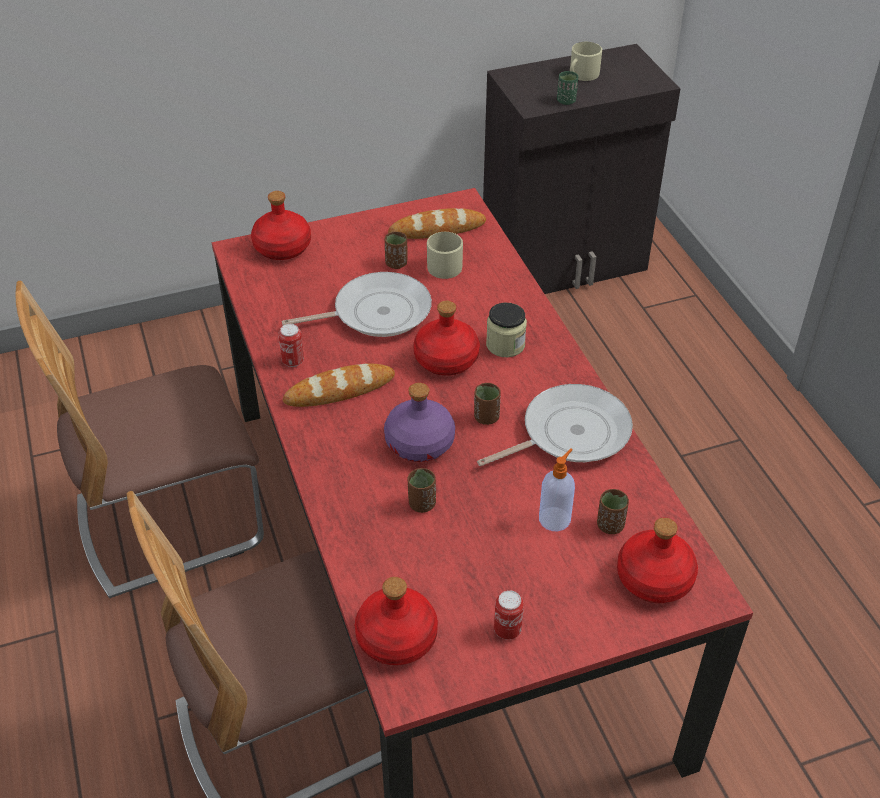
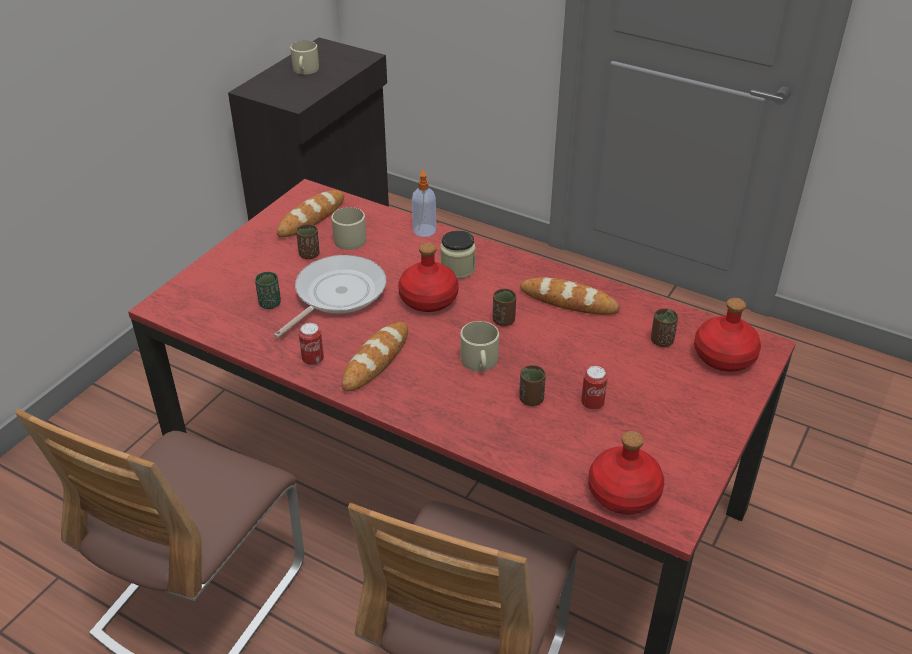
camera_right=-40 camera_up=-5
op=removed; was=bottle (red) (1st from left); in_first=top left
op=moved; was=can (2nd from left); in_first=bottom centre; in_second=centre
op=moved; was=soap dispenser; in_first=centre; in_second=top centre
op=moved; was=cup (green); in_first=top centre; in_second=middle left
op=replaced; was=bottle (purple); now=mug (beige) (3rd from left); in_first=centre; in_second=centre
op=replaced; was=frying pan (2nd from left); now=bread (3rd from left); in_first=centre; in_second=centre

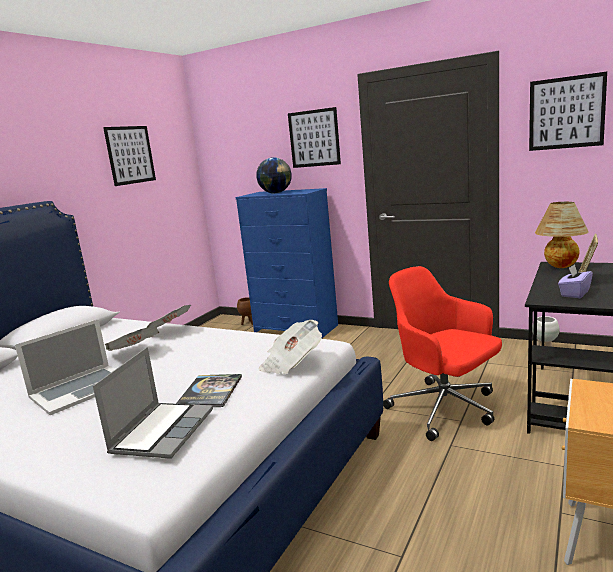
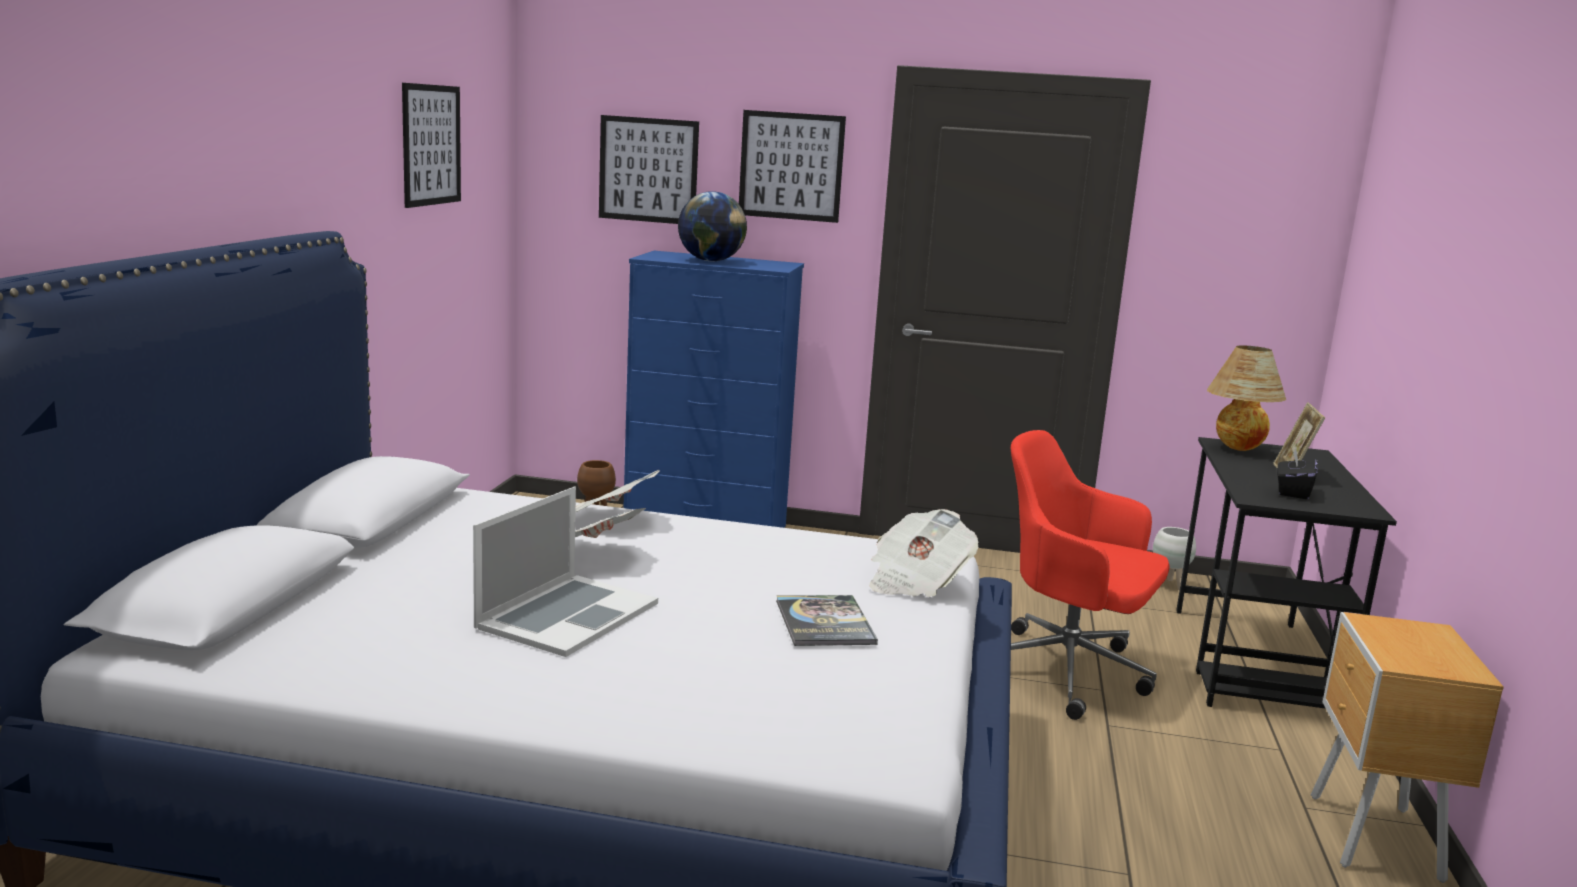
camera_right=-20 camera_up=0
op=removed; was=laptop (2nd from left); in_first=bottom left
op=moved; was=picture (3rd from left in the first image); now=picture (2nd from left); in_first=top right; in_second=top centre
op=recoloured; was=tissue box (purple); now=tissue box (black); in_first=middle right; in_second=middle right

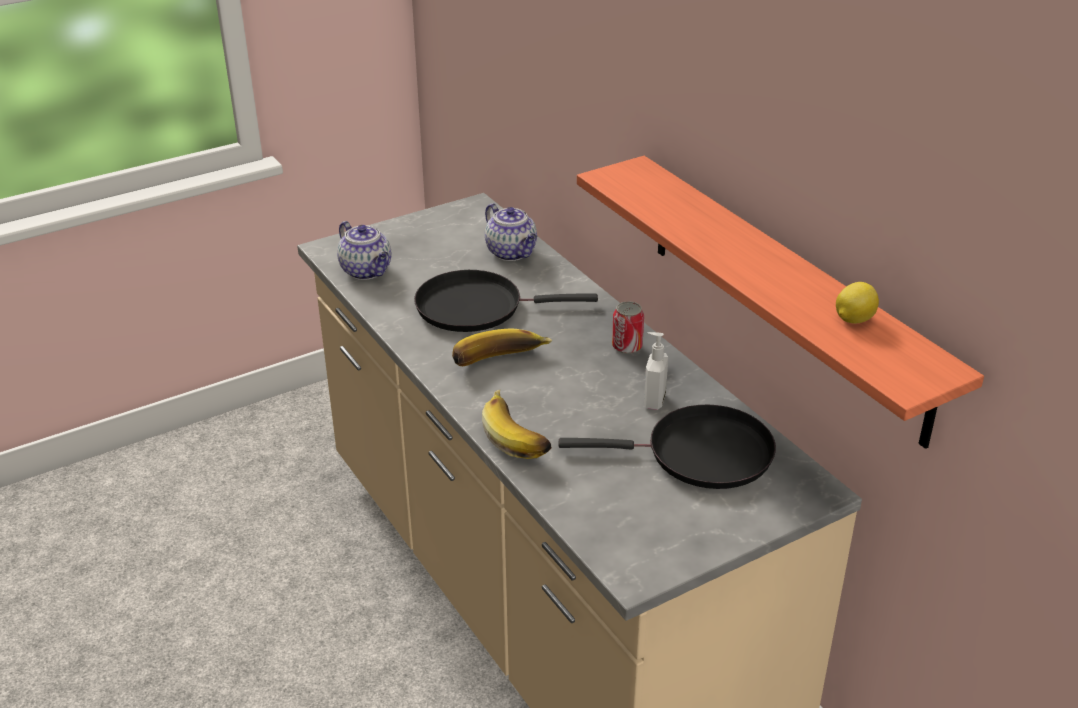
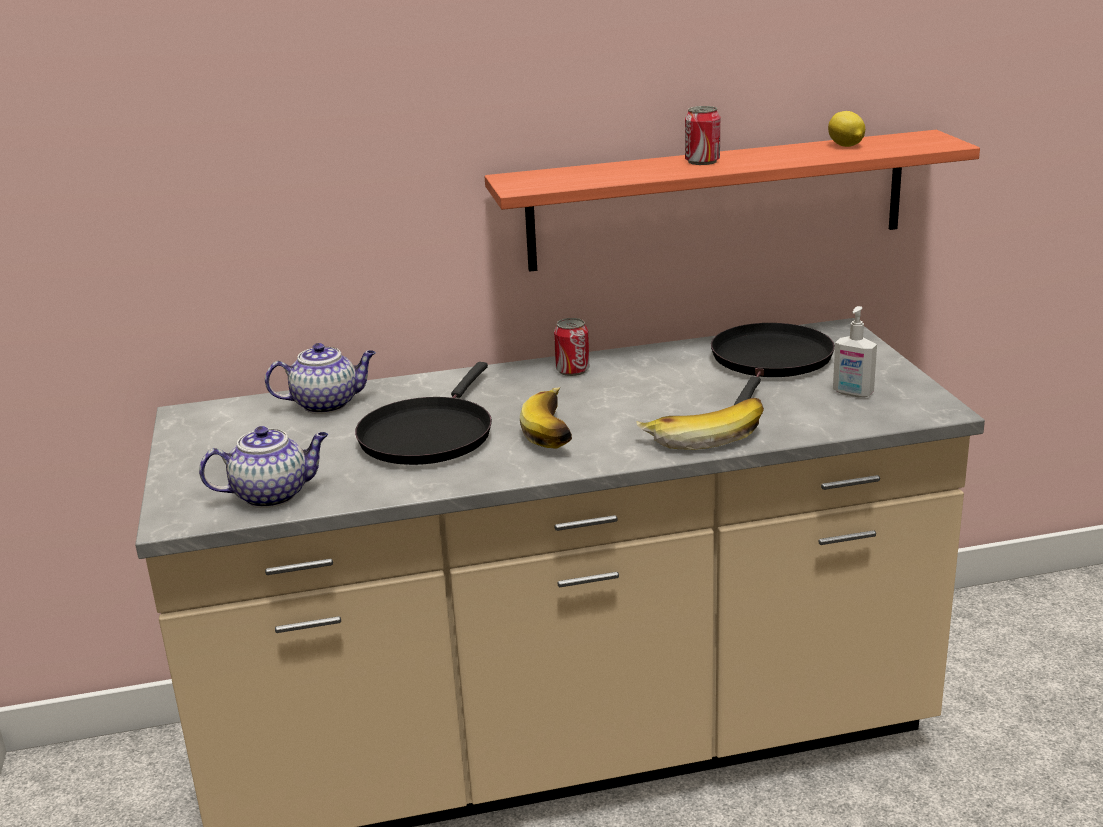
camera_right=-70 camera_up=-10
op=added; now=can (2nd from left); in_second=top centre
op=moved; was=soap dispenser; in_first=centre; in_second=middle right

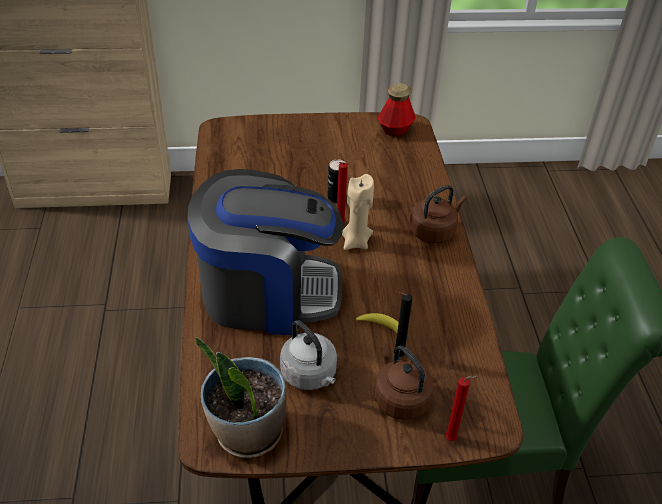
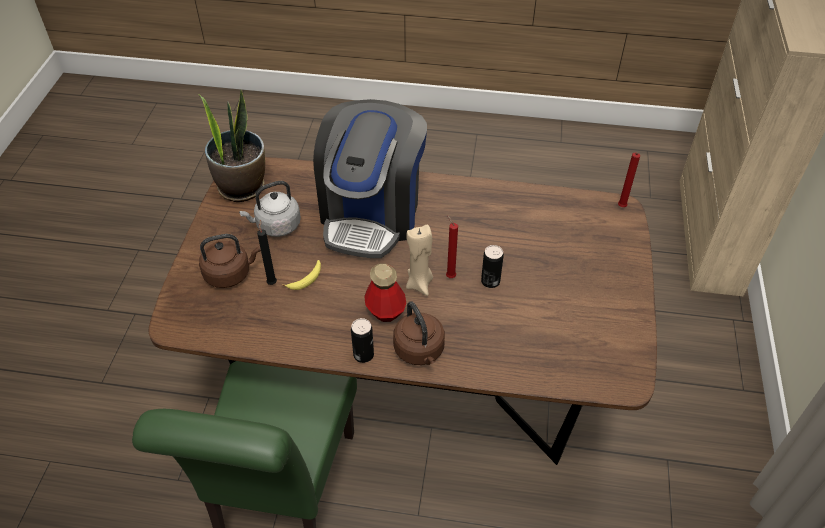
camera_right=105 camera_up=5
op=added; now=can (1st from left); in_second=centre
op=moved; was=bottle; in_first=top centre; in_second=centre
op=moved; was=candle (red) (2nd from left); in_first=bottom right; in_second=middle right

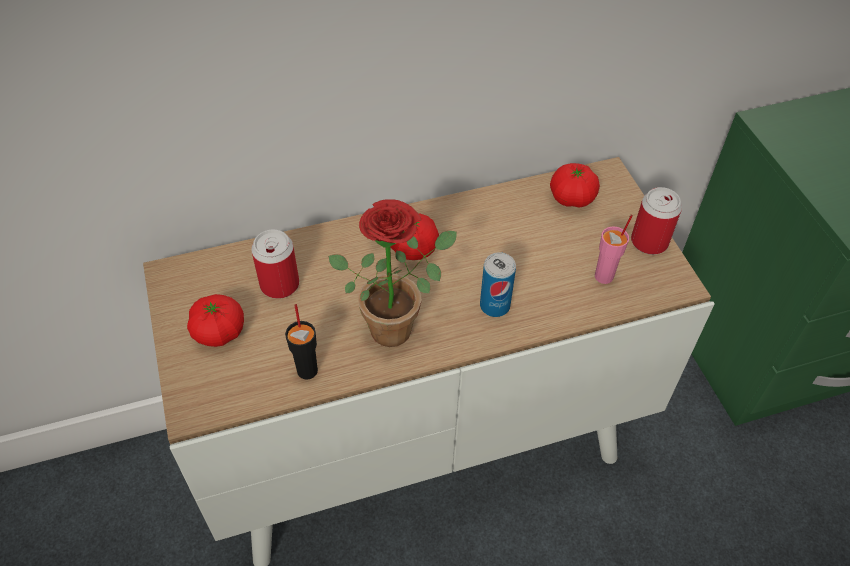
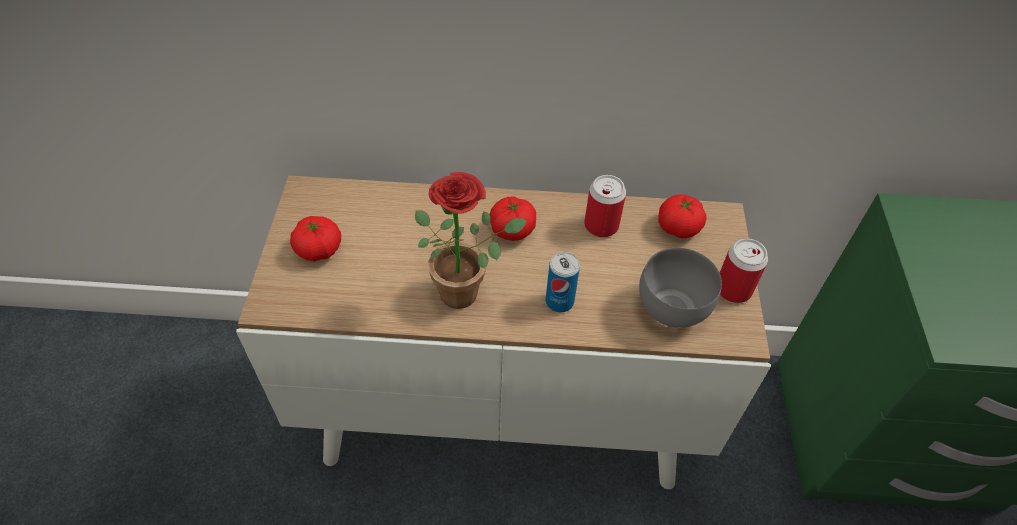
camera_right=20 camera_up=0
op=removed; was=cup (black); in_first=centre
op=moved; was=can (1st from left in the first image); now=can (2nd from left); in_first=middle left; in_second=centre
op=replaced; was=cup (pink); now=bowl (grey); in_first=middle right; in_second=middle right

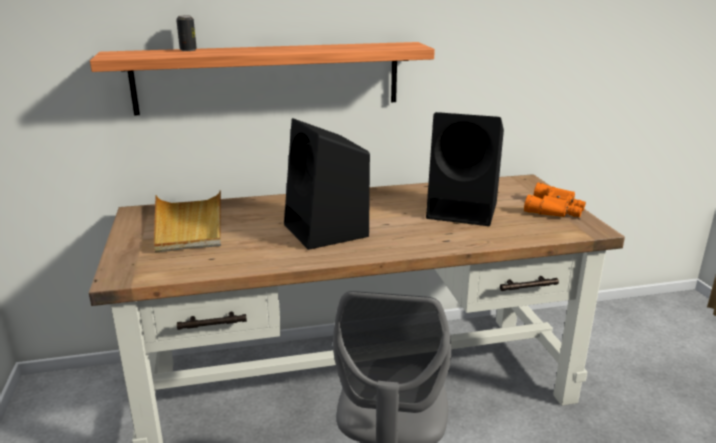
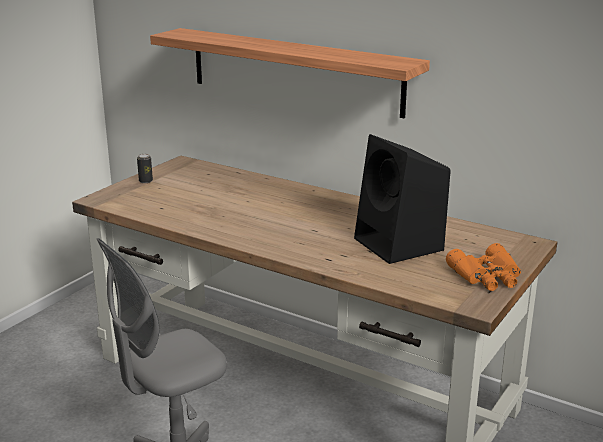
camera_right=45 camera_up=0
op=removed; was=tray (beige); in_first=middle left
op=removed; was=speaker (black) (1st from left); in_first=centre
op=moved; was=can; in_first=top left; in_second=middle left

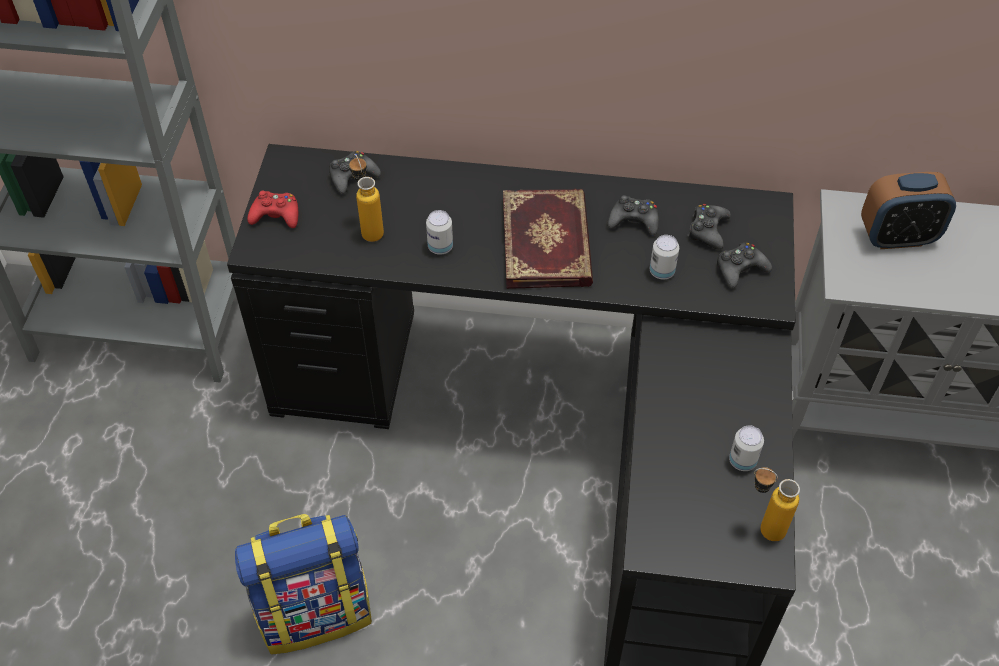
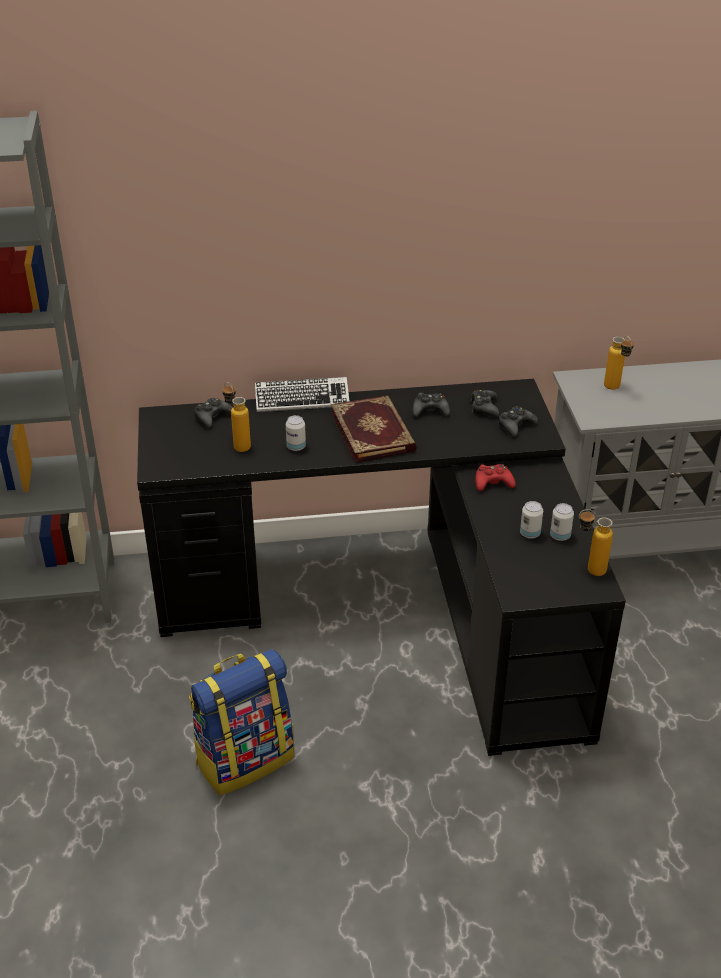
camera_right=-15 camera_up=-15
op=added; now=keyboard; in_second=centre
op=moved; was=game controller (red); in_first=top left; in_second=middle right
op=moved; was=can (2nd from left); in_first=centre; in_second=middle right
op=replaced; was=alarm clock; now=bottle (3rd from left); in_first=top right; in_second=middle right

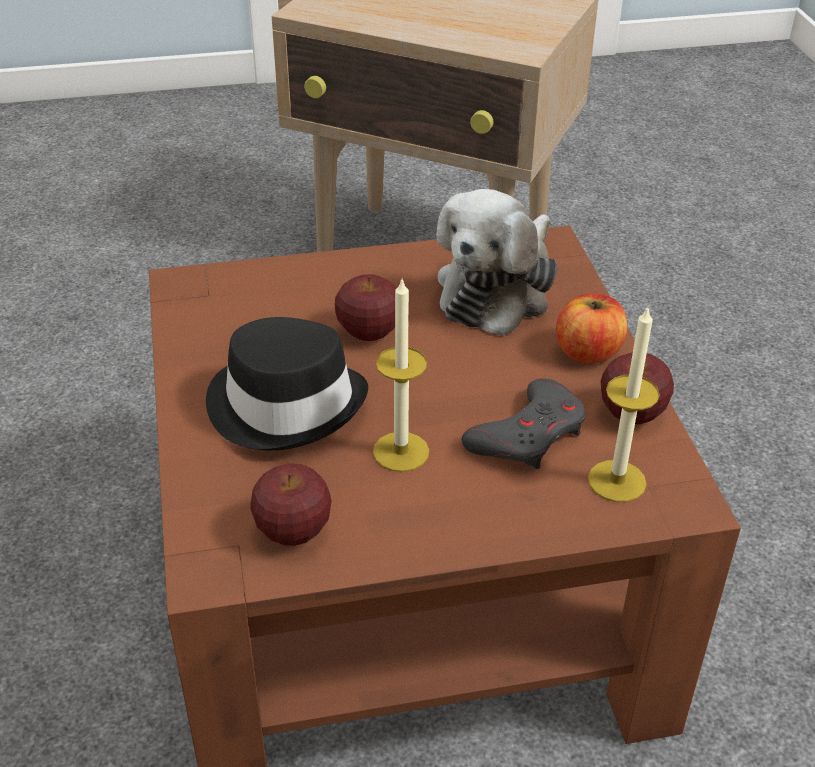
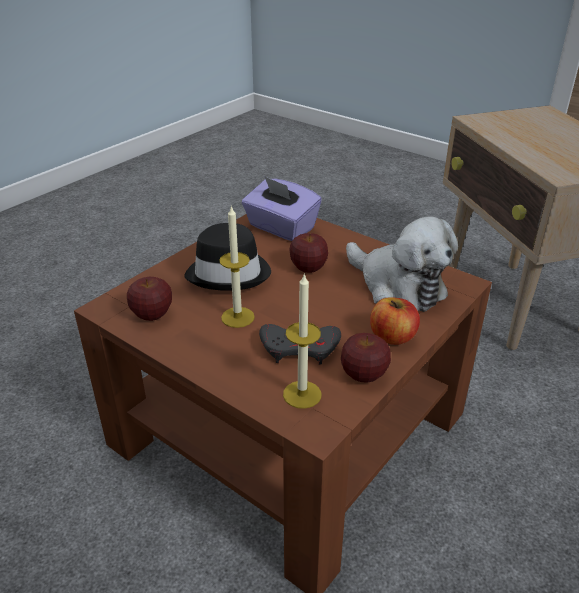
camera_right=50 camera_up=-5
op=added; now=tissue box (purple); in_second=centre
op=turned; was=plush toy; in_first=centre; in_second=middle right; clockwise=-120

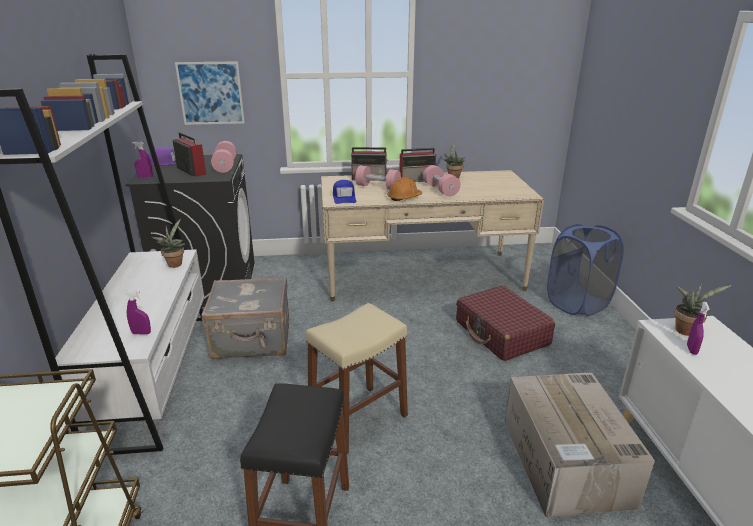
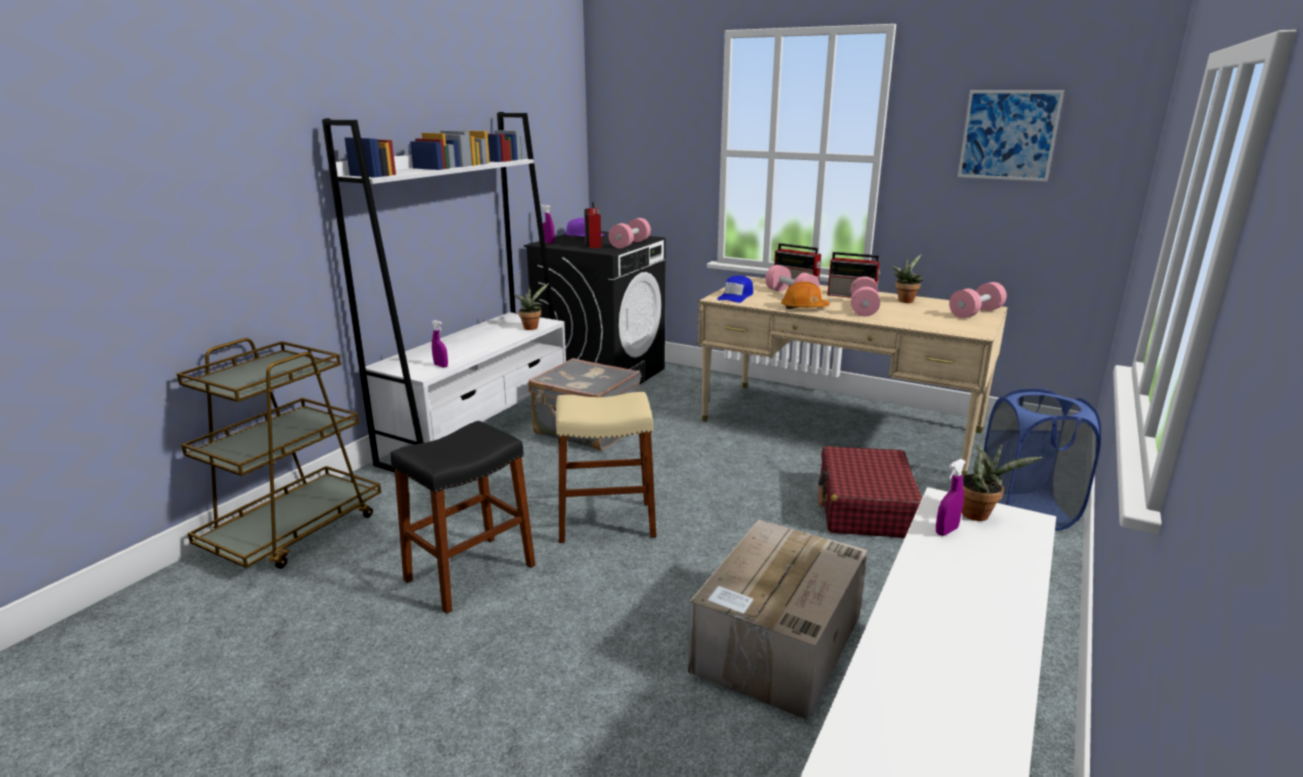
camera_right=35 camera_up=-5
op=added; now=dumbbell (pink) (4th from left); in_second=middle right
op=moved; was=picture; in_first=top left; in_second=top right

